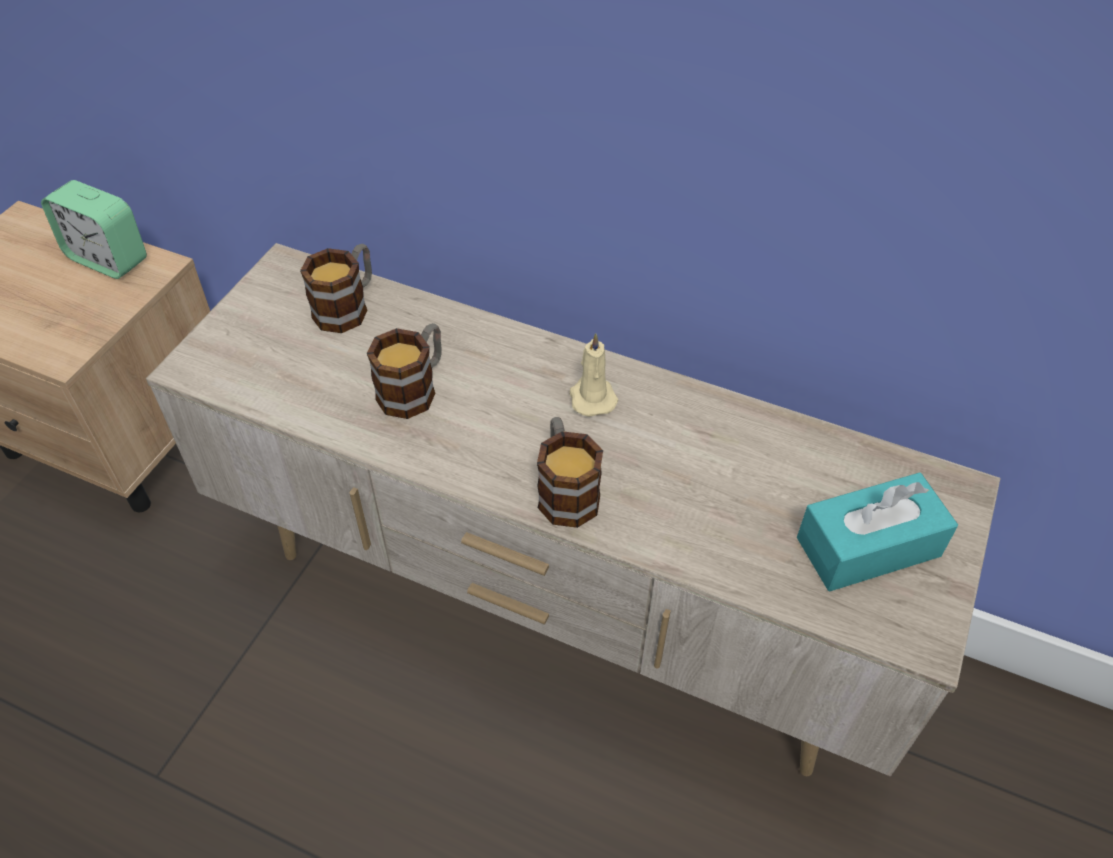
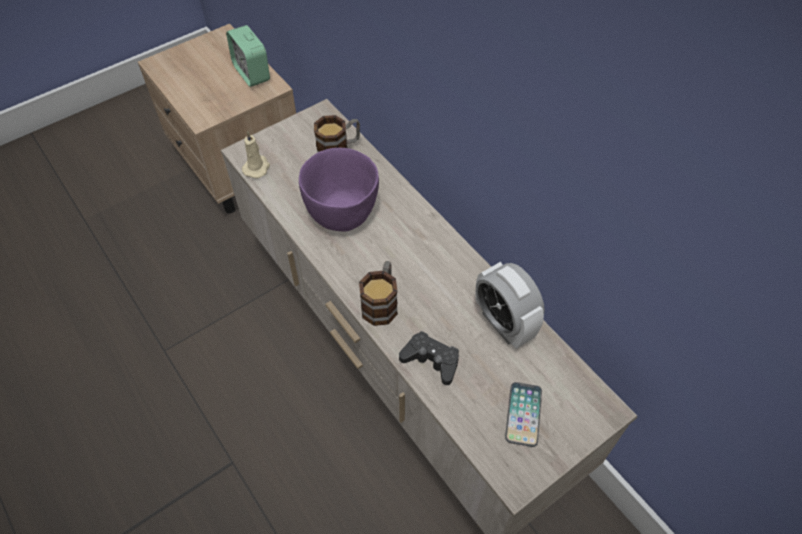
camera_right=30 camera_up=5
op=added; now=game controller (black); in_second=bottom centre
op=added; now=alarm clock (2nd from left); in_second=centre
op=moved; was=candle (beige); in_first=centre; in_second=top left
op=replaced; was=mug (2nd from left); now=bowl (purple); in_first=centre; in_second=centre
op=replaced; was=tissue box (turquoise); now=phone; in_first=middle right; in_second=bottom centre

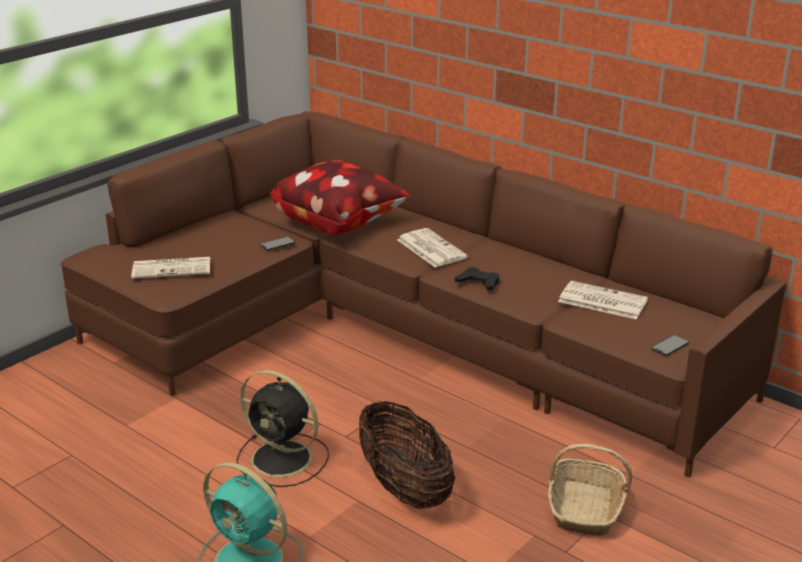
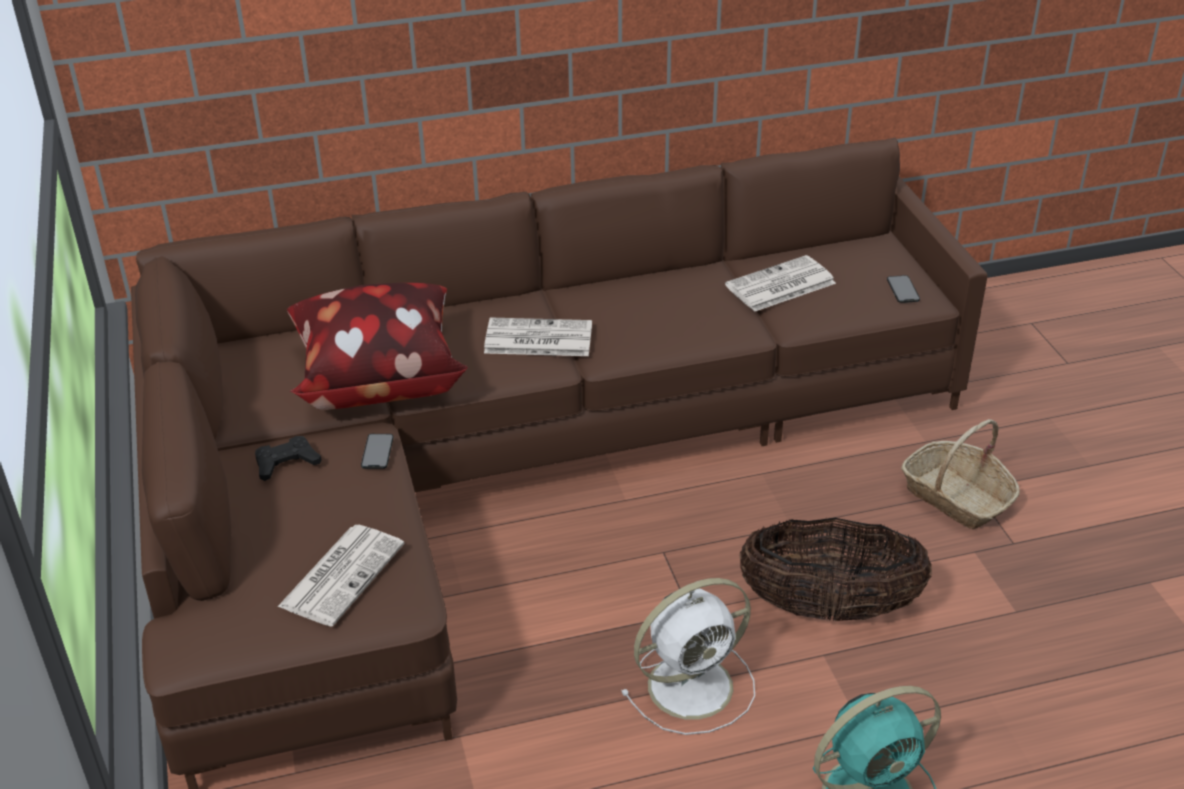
camera_right=-55 camera_up=10
op=moved; was=game controller (black); in_first=centre; in_second=middle left
op=recoloured; was=fan (black); now=fan (white); in_first=bottom centre; in_second=bottom centre

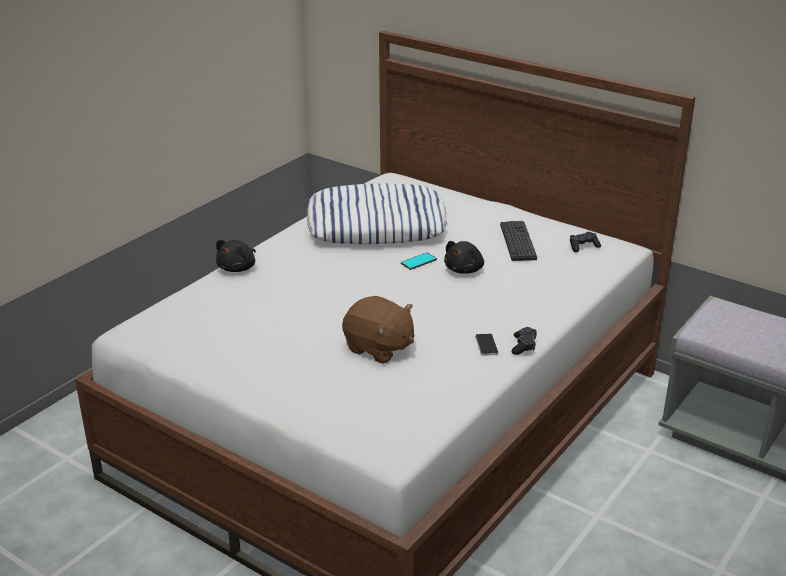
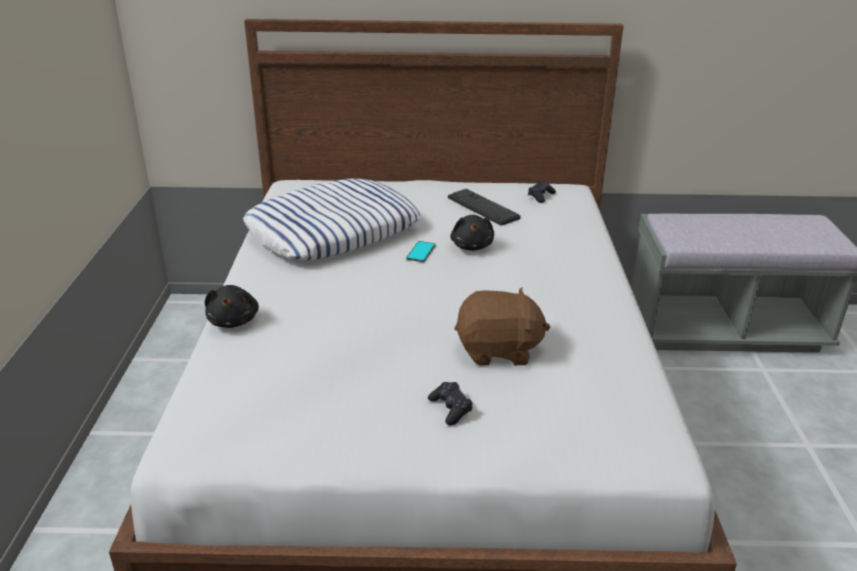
camera_right=-35 camera_up=0
op=removed; was=phone (2nd from left); in_first=centre
op=moved; was=game controller (black) (1st from left); in_first=middle right; in_second=bottom centre

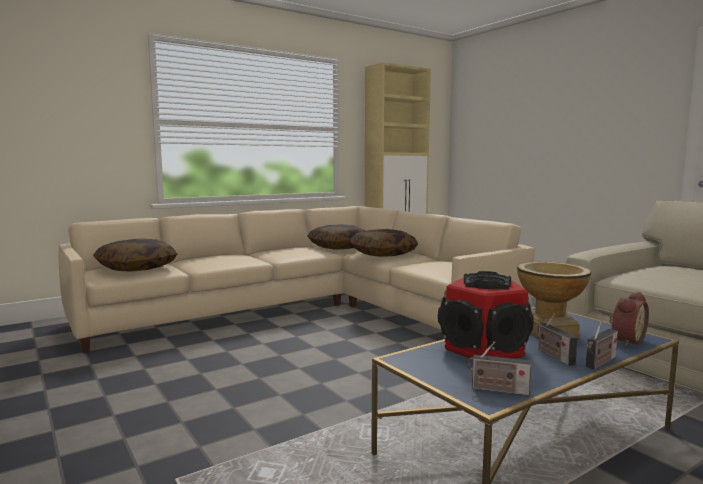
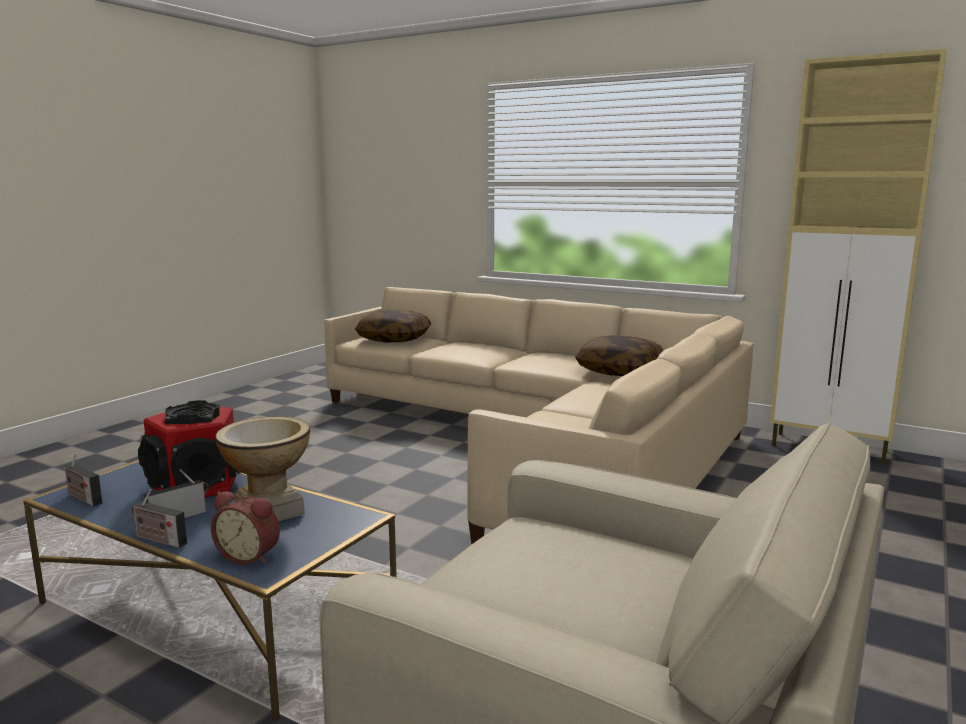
camera_right=65 camera_up=5
op=removed; was=pillow (3rd from left); in_first=centre
op=turned; was=radio (1st from left); in_first=bottom right; in_second=middle left; clockwise=-45

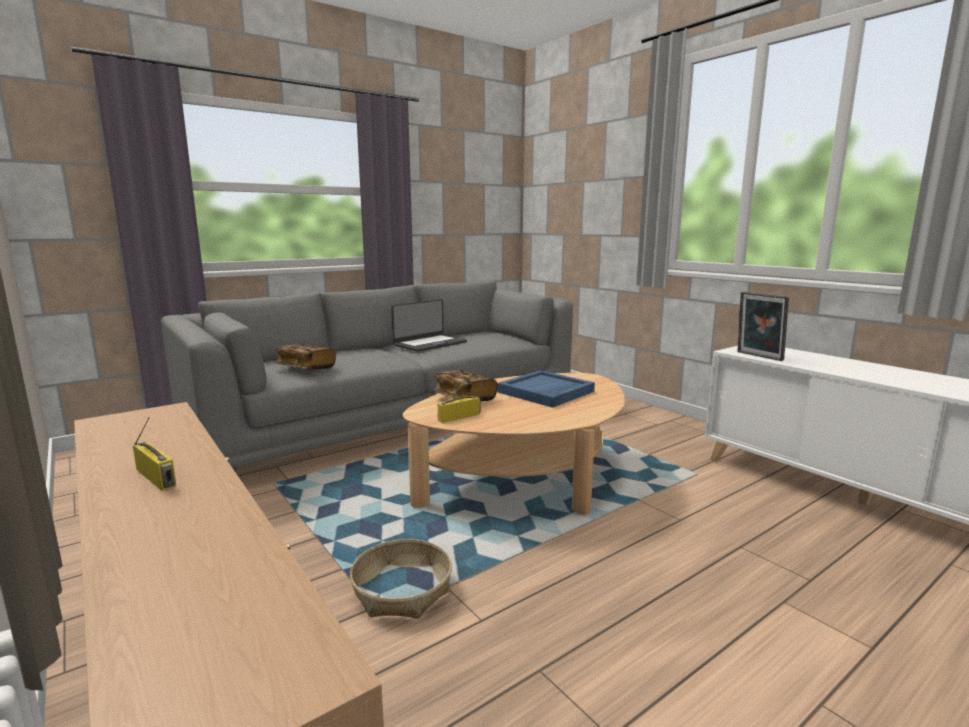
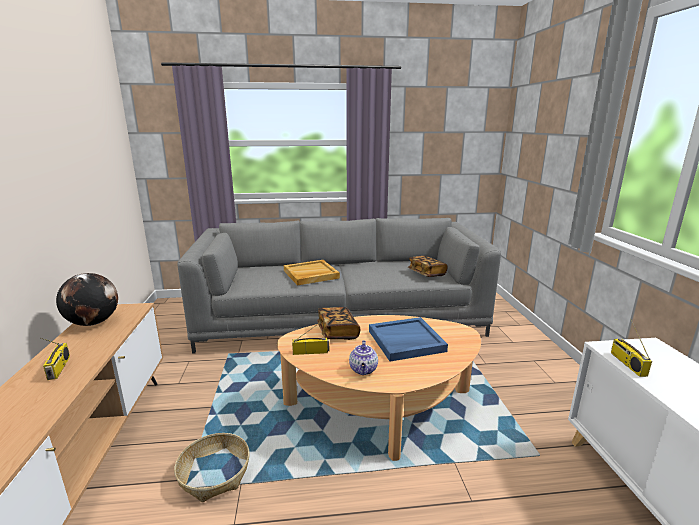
camera_right=30 camera_up=5
op=removed; was=laptop; in_first=centre
op=added; now=globe; in_second=middle left
op=added; now=tray (beige); in_second=centre
op=added; now=teapot; in_second=bottom centre
op=moved; was=book (1st from left in the first image); now=book (2nd from left); in_first=middle left; in_second=centre
op=replaced; was=picture frame; now=radio (3rd from left); in_first=middle right; in_second=middle right

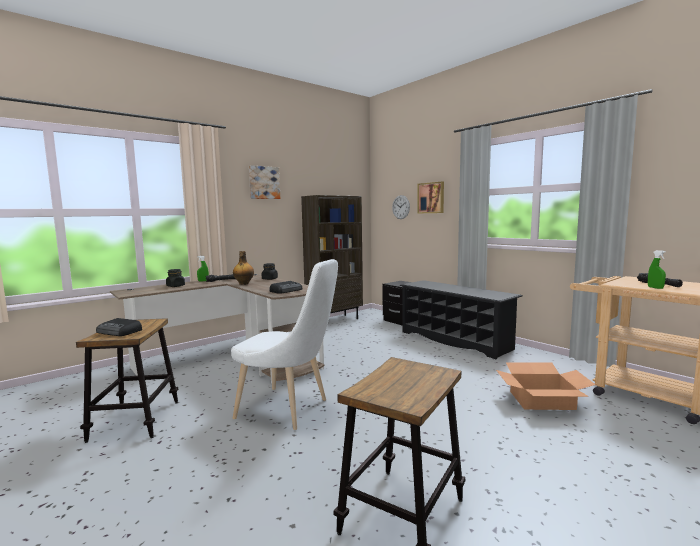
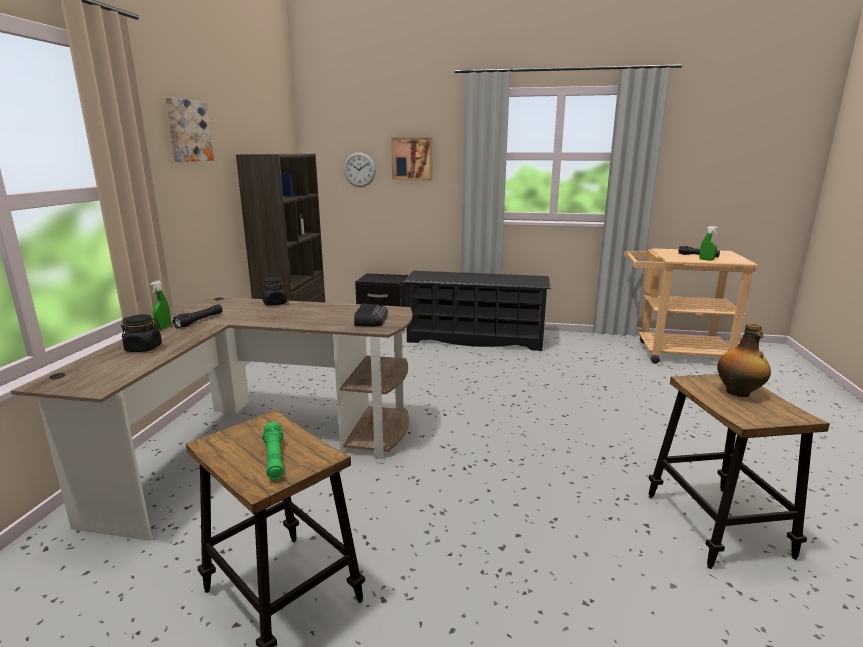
camera_right=-40 camera_up=10
op=removed; was=chair (white); in_first=centre
op=removed; was=cardboard box; in_first=bottom right
op=moved; was=bottle; in_first=centre; in_second=middle right
op=replaced; was=radio (1st from left); now=flashlight (green); in_first=middle left; in_second=bottom left

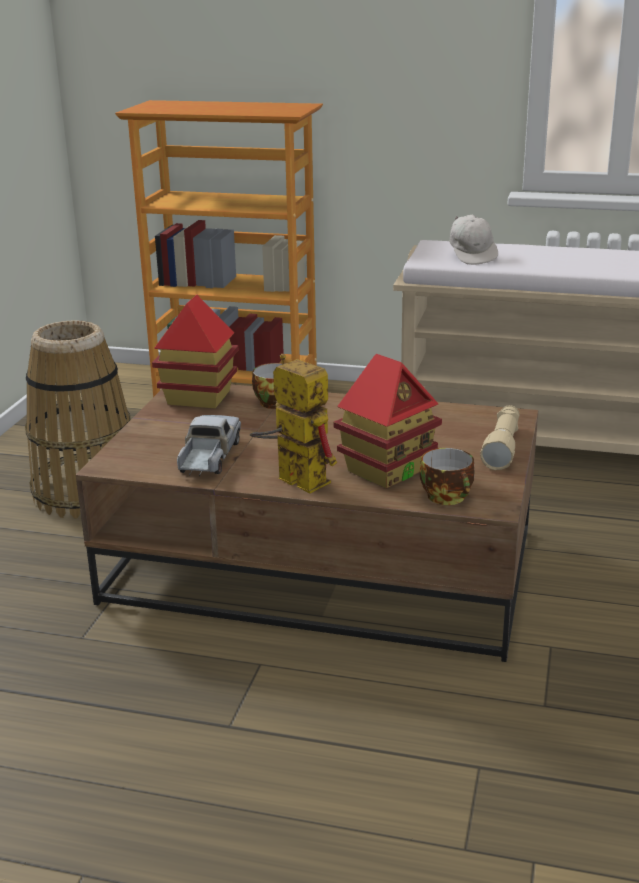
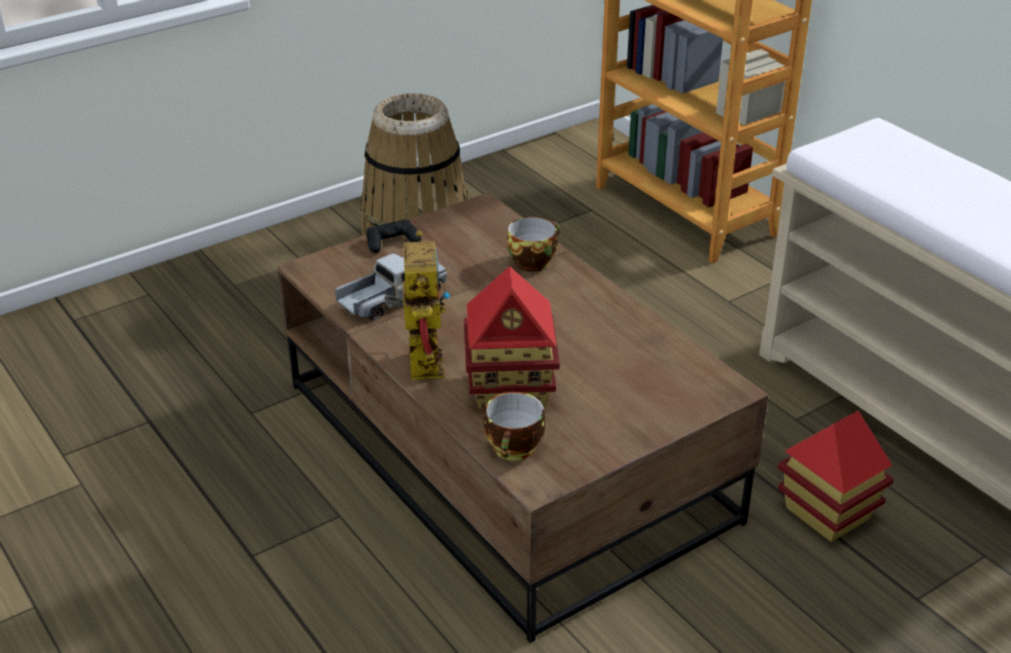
camera_right=40 camera_up=10
op=removed; was=cap (white); in_first=top right
op=removed; was=flashlight (beige); in_first=middle right
op=added; now=game controller (black); in_second=centre
op=moved; was=toy house (1st from left in the first image); now=toy house (2nd from left); in_first=middle left; in_second=bottom right

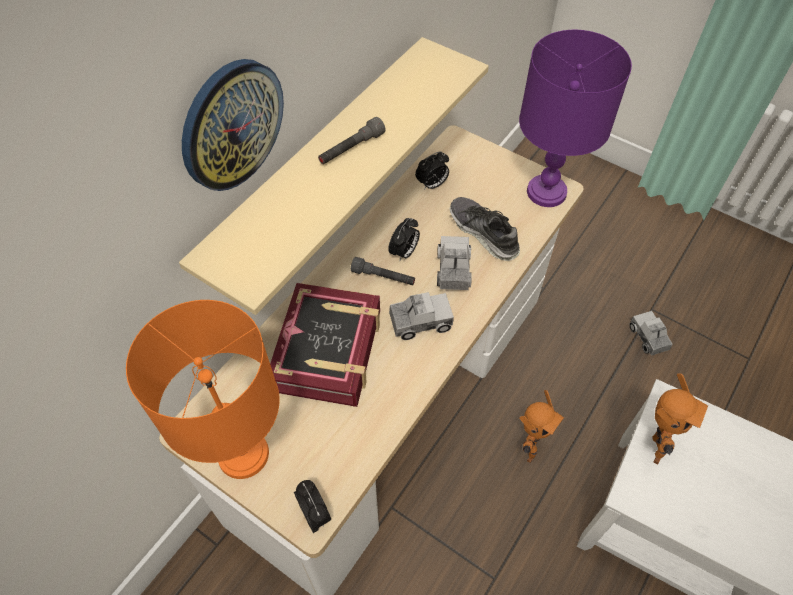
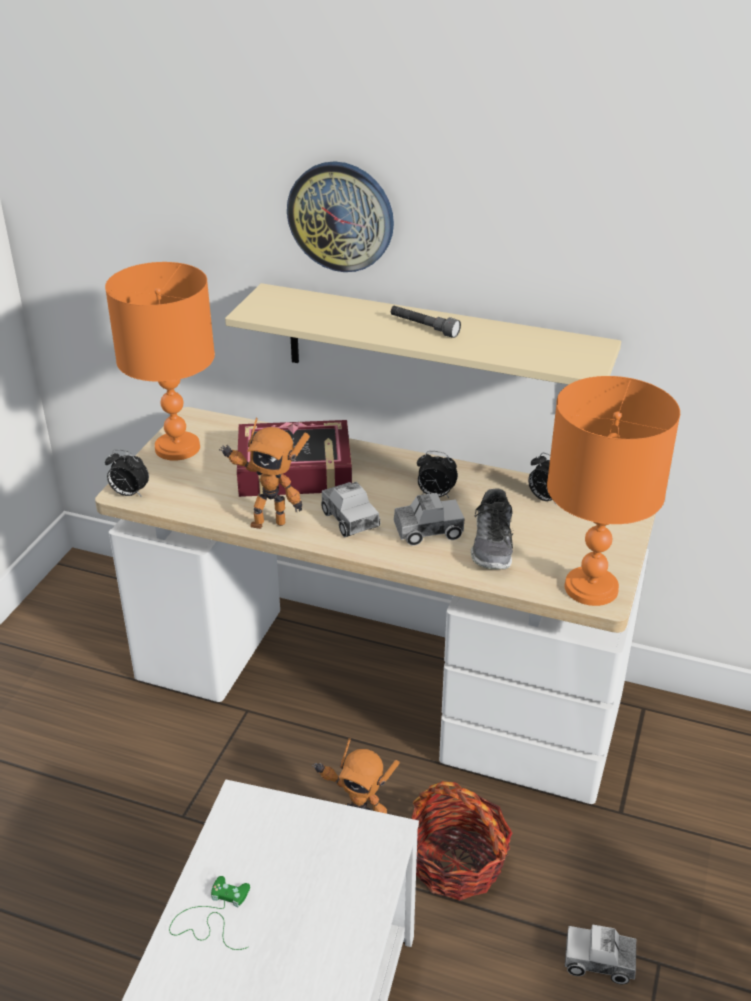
camera_right=75 camera_up=-20
op=removed; was=flashlight (grey) (2nd from left); in_first=centre
op=added; now=game controller (green); in_second=bottom left
op=added; now=basket; in_second=bottom centre
op=moved; was=toy robot (2nd from left in the first image); now=toy robot (1st from left); in_first=bottom right; in_second=centre
op=recoloured; was=table lamp (purple); now=table lamp (orange) (2nd from left); in_first=top right; in_second=middle right
op=turned; was=alarm clock (1st from left); in_first=bottom centre; in_second=middle left; clockwise=60
op=turned; was=shoe; in_first=centre; in_second=centre; clockwise=150
op=turned; was=toy truck (3rd from left); in_first=middle right; in_second=bottom right; clockwise=-135

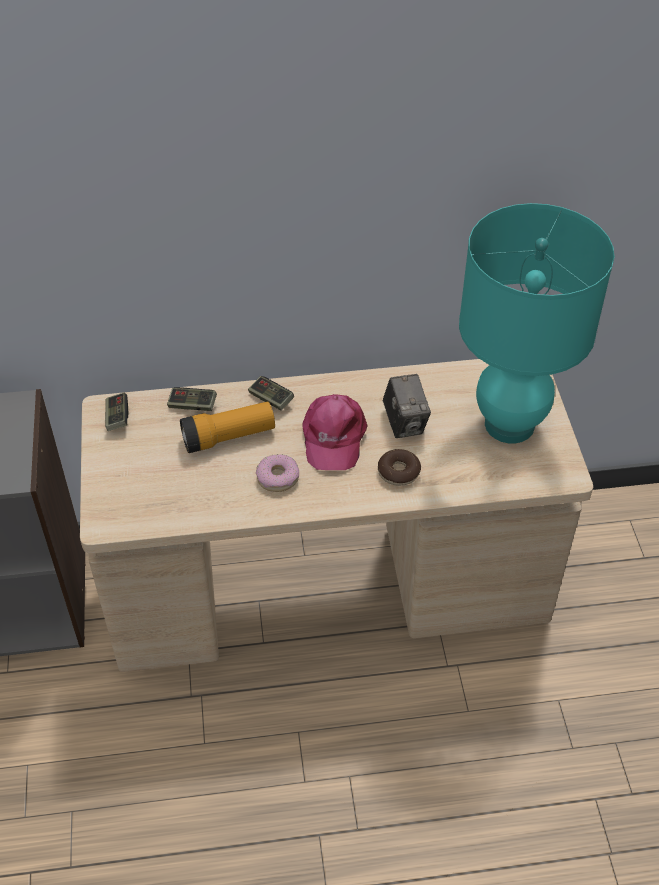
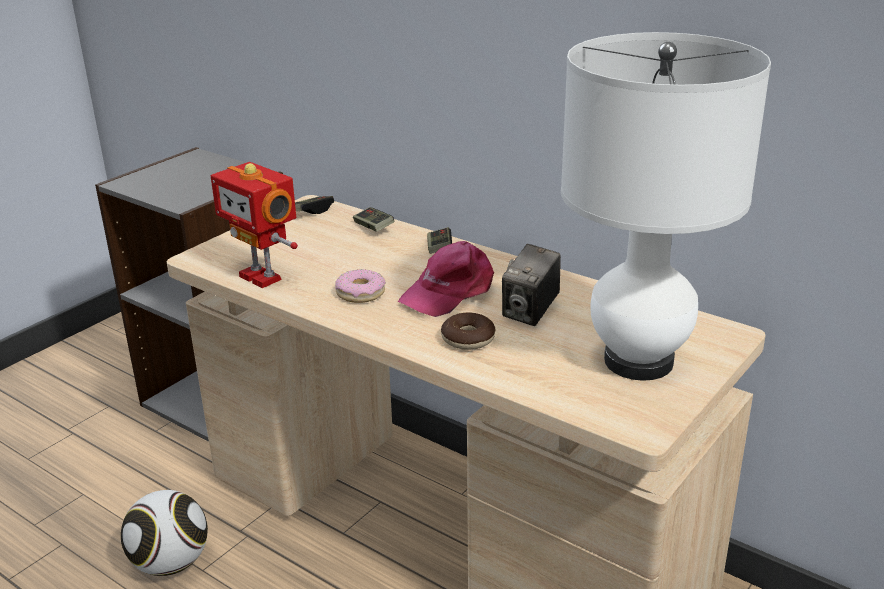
camera_right=45 camera_up=-20
op=removed; was=flashlight; in_first=centre
op=added; now=football; in_second=bottom left
op=added; now=toy robot; in_second=middle left
op=recoloured; was=table lamp (turquoise); now=table lamp (white); in_first=middle right; in_second=middle right

